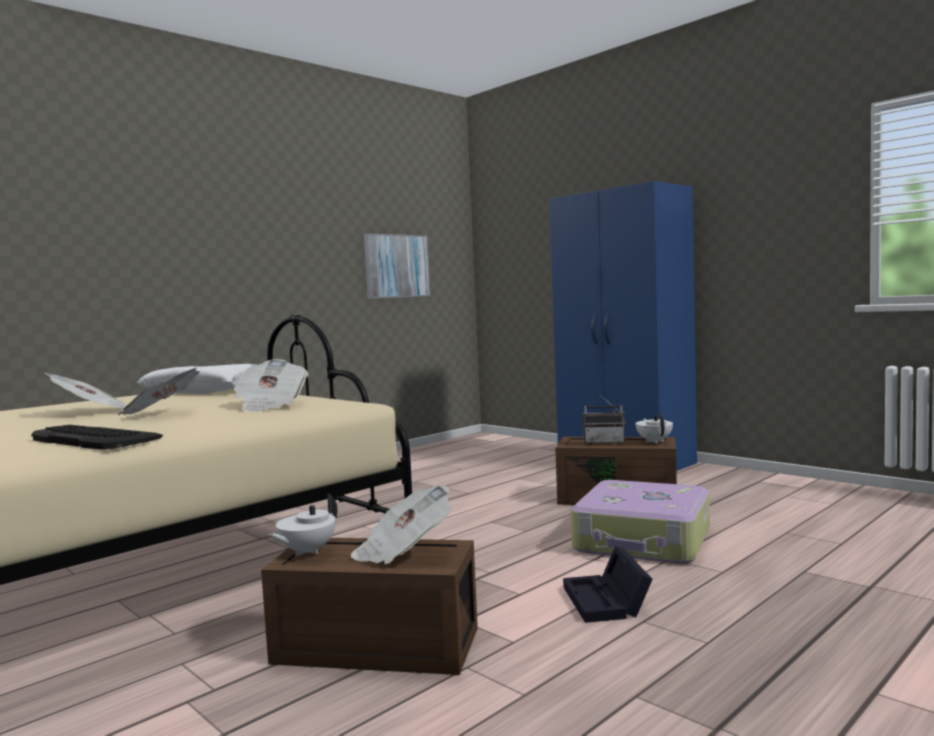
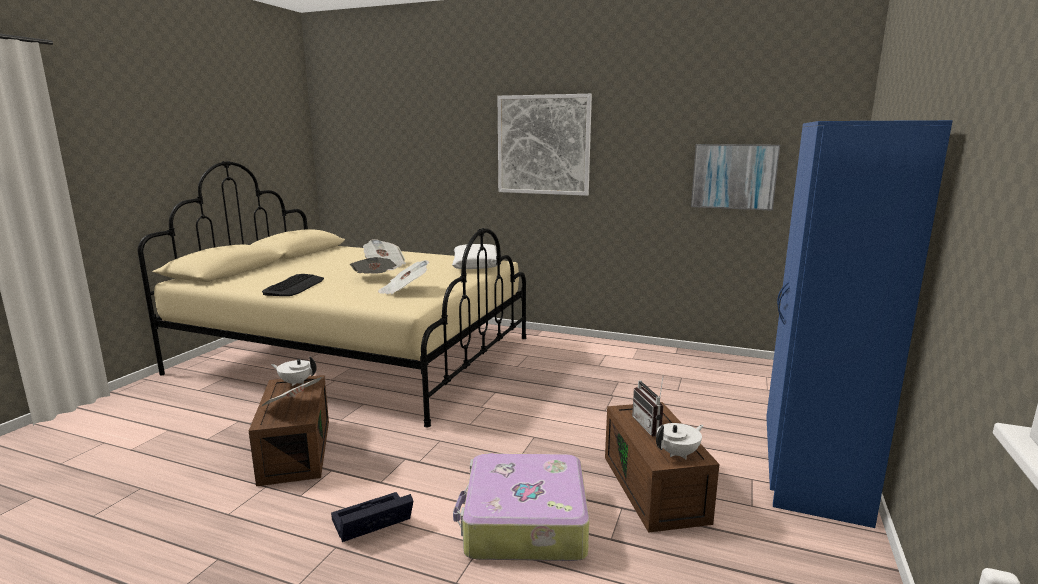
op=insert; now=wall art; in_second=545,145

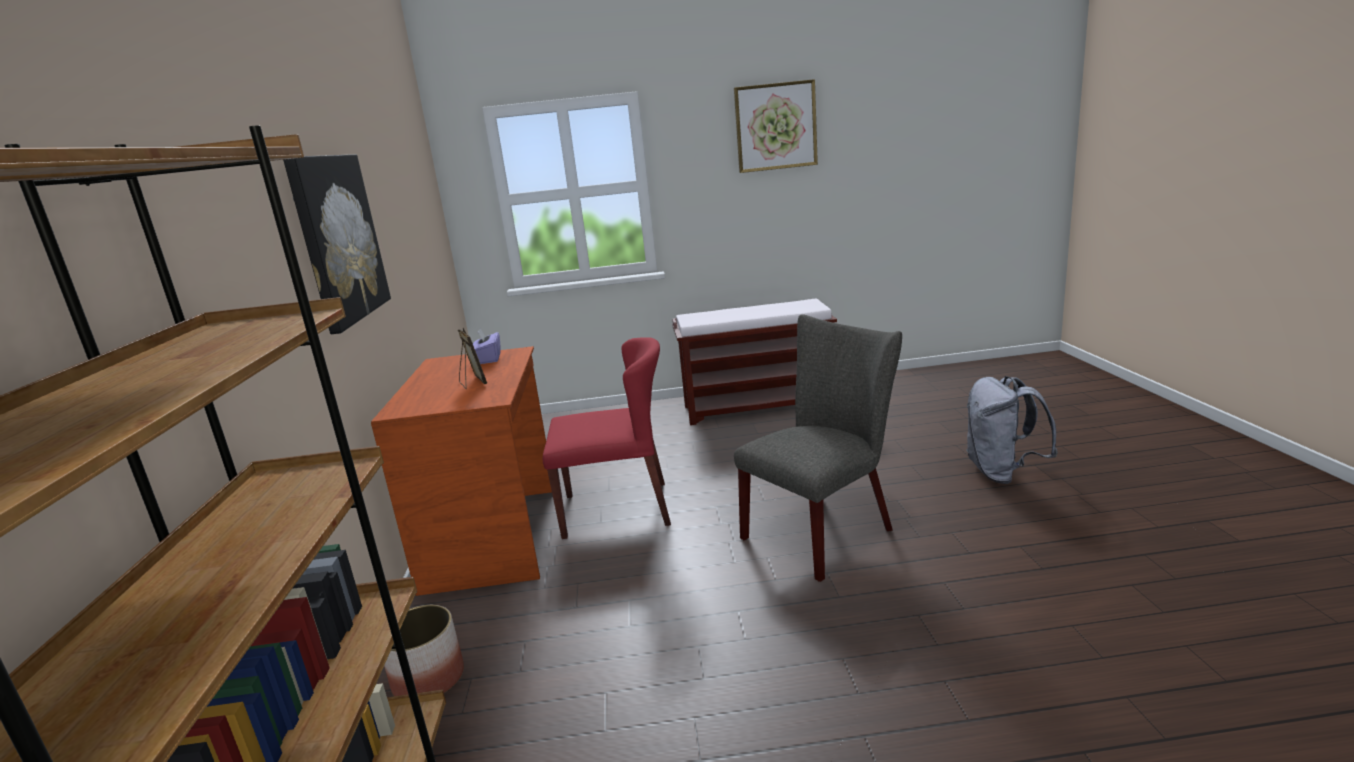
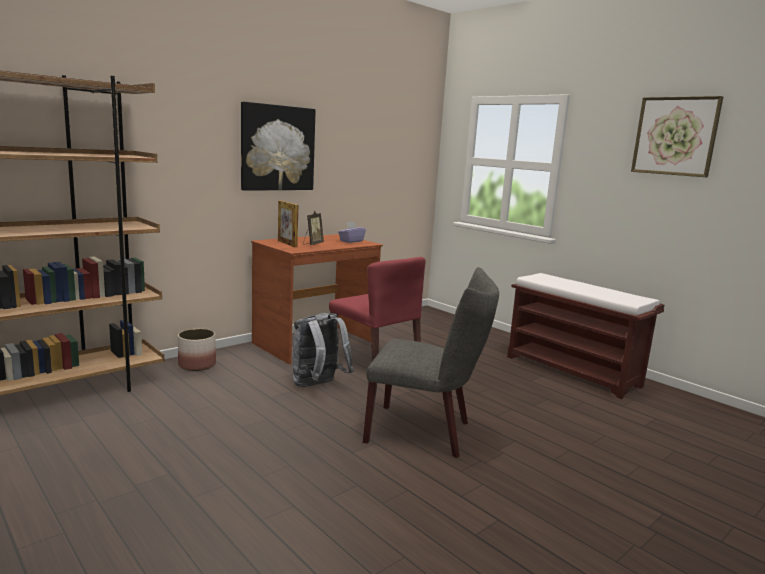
op=insert; now=photo frame; in_second=288,224
op=move; was=grey backpack; in_first=1012,430; in_second=323,350

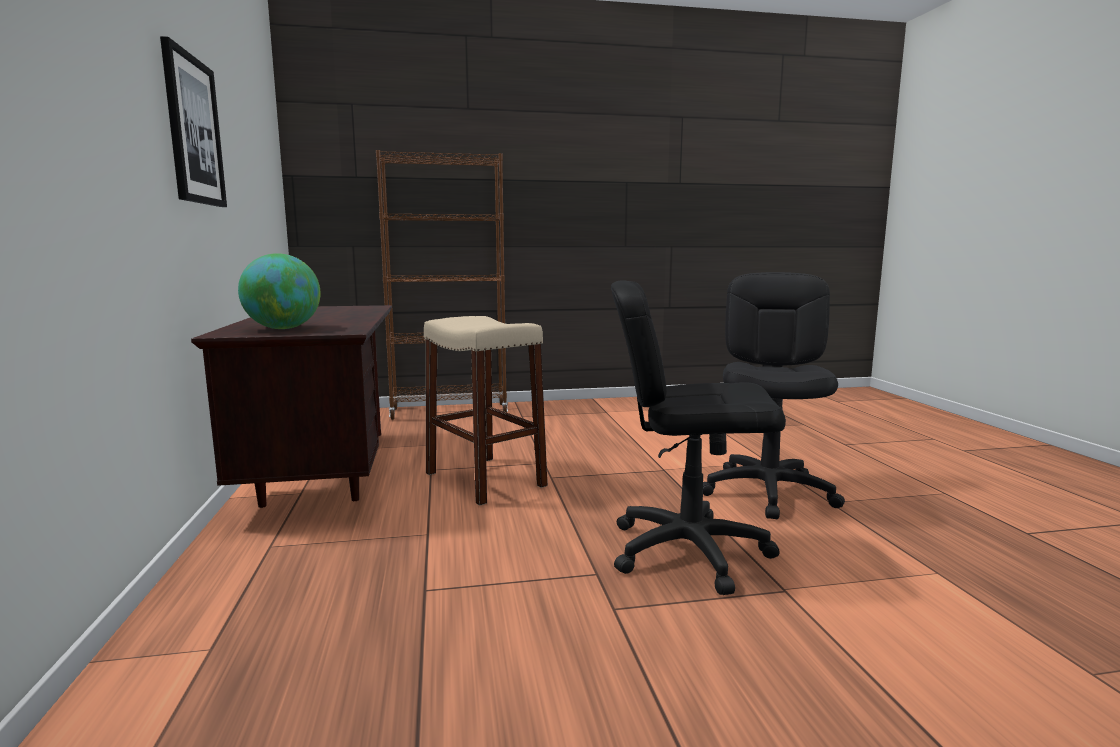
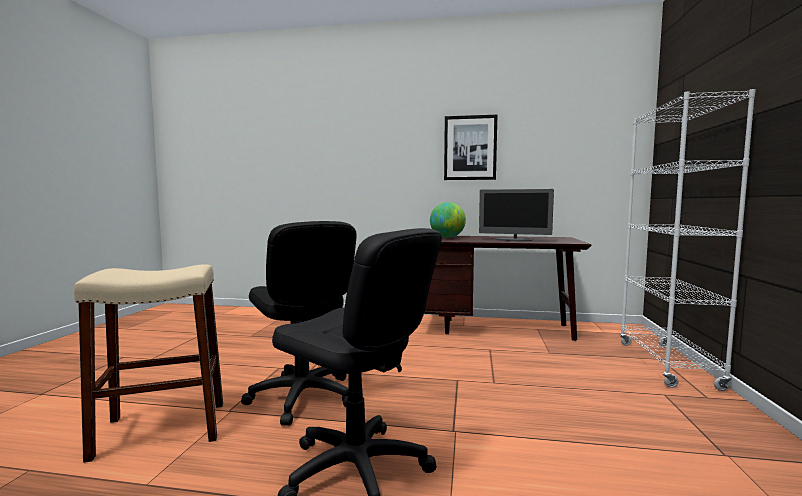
op=insert; now=monitor; in_second=516,215
op=move; was=sand-coloured sitting stool; in_first=486,410; in_second=148,363
op=recolor; was=brown-coloured bookshelf; now=white bookshelf; in_first=442,285; in_second=688,240
op=rotate; was=black computer chair; in_first=698,437; in_second=299,323; clockwise=120

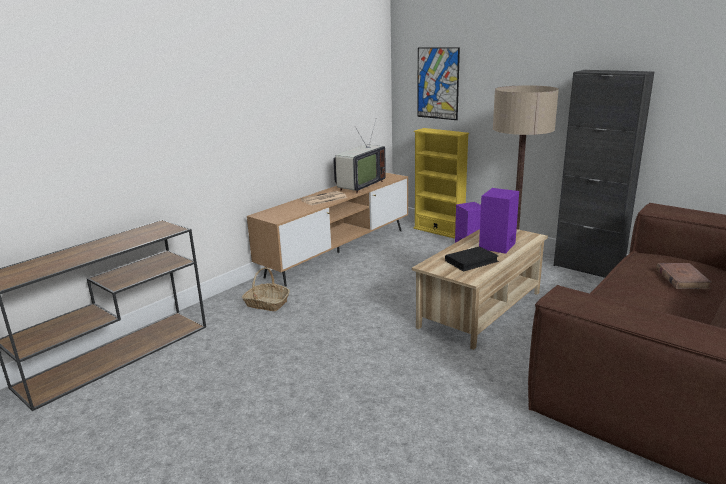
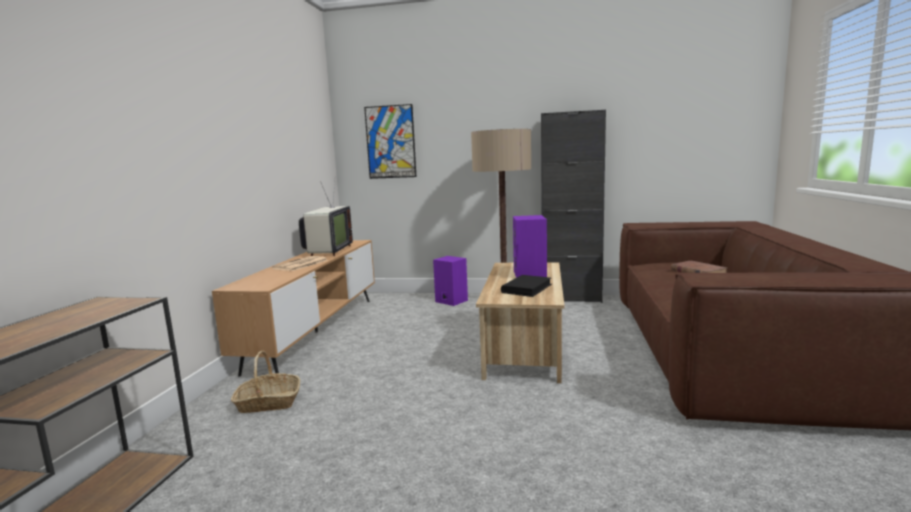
op=delete; was=yellow bookshelf; in_first=441,183

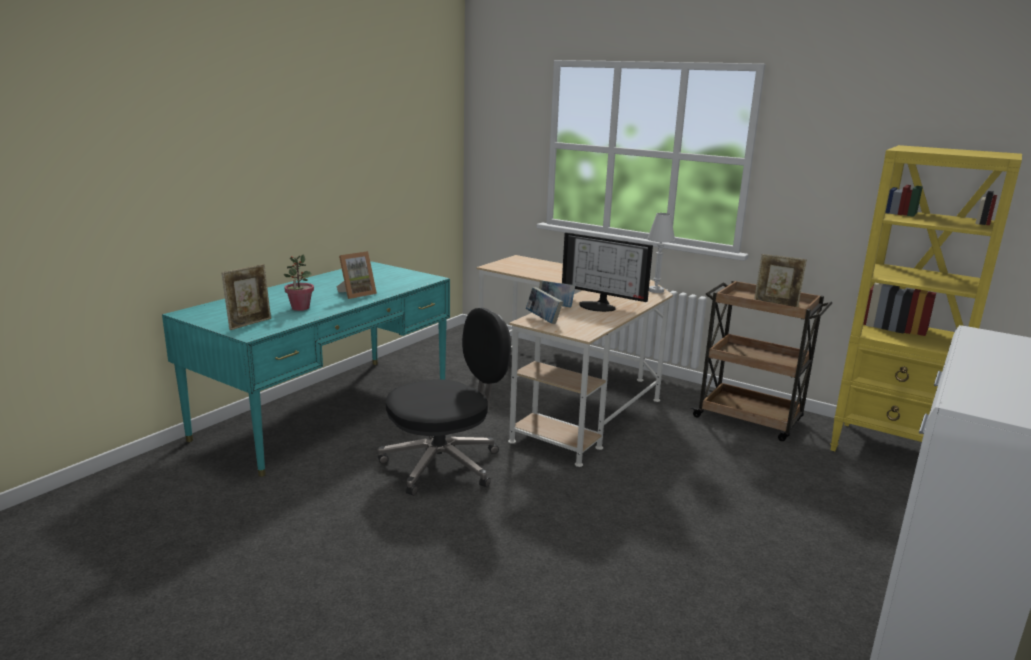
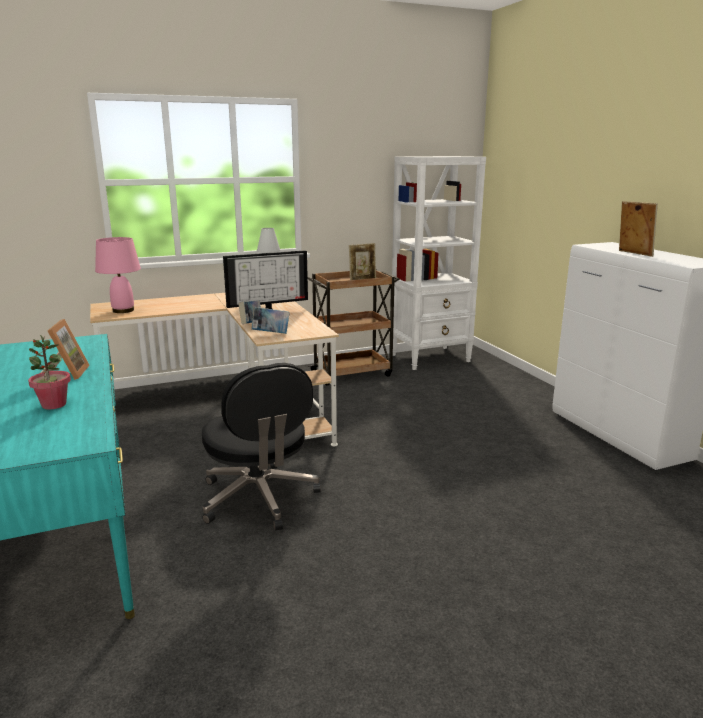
op=insert; now=pink-coloured table lamp; in_second=118,275
op=move; was=photo frame; in_first=246,297; in_second=638,229
op=recolor; was=yellow bookshelf; now=white bookshelf; in_first=926,298; in_second=439,263
op=rotate; was=black computer chair; in_first=444,402; in_second=261,447; clockwise=150

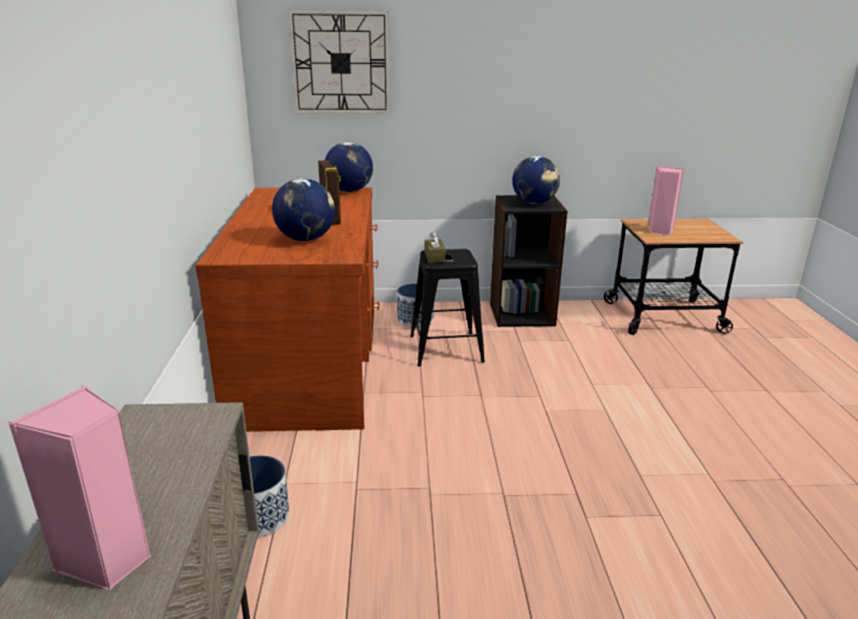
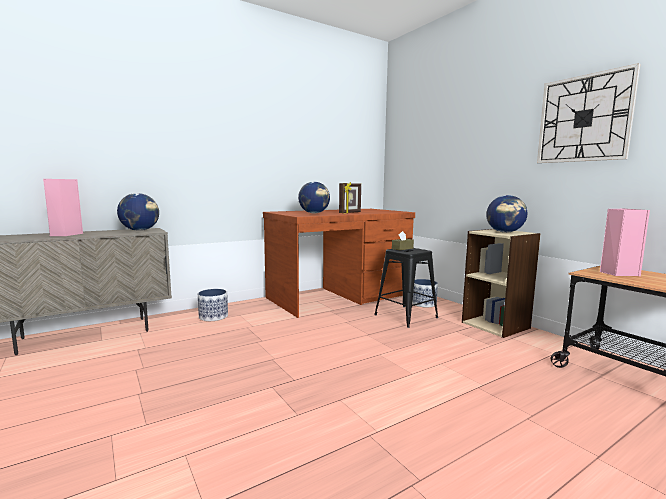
op=move; was=clock on the wall; in_first=339,62; in_second=588,113
op=move; was=world globe; in_first=349,167; in_second=138,212
op=recolor; was=black bookshelf; now=sand-coloured bookshelf; in_first=528,261; in_second=501,283

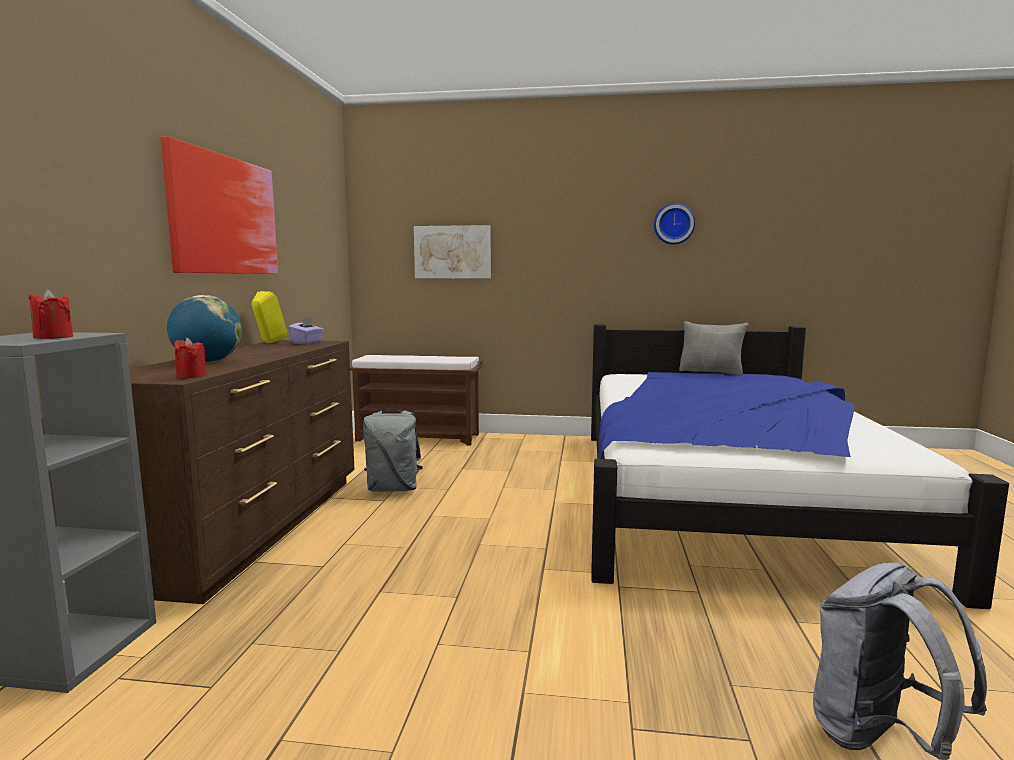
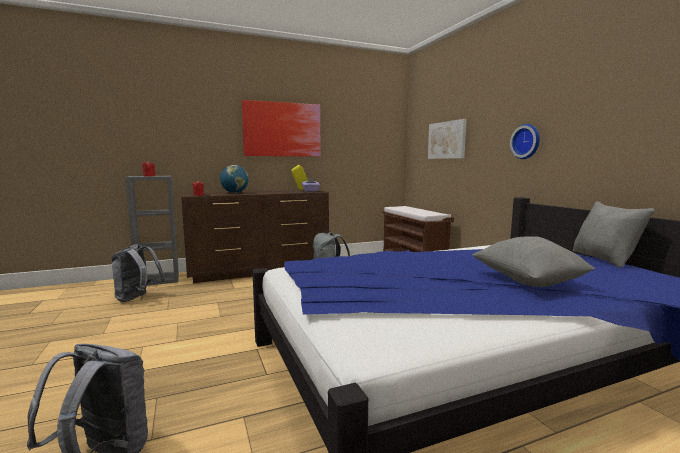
op=insert; now=grey backpack; in_second=138,273
op=insert; now=grey cushion; in_second=533,261
op=move; was=clock on the wall; in_first=674,224; in_second=525,141

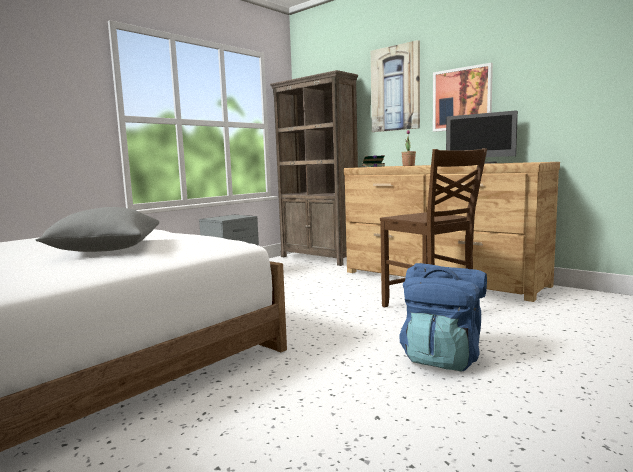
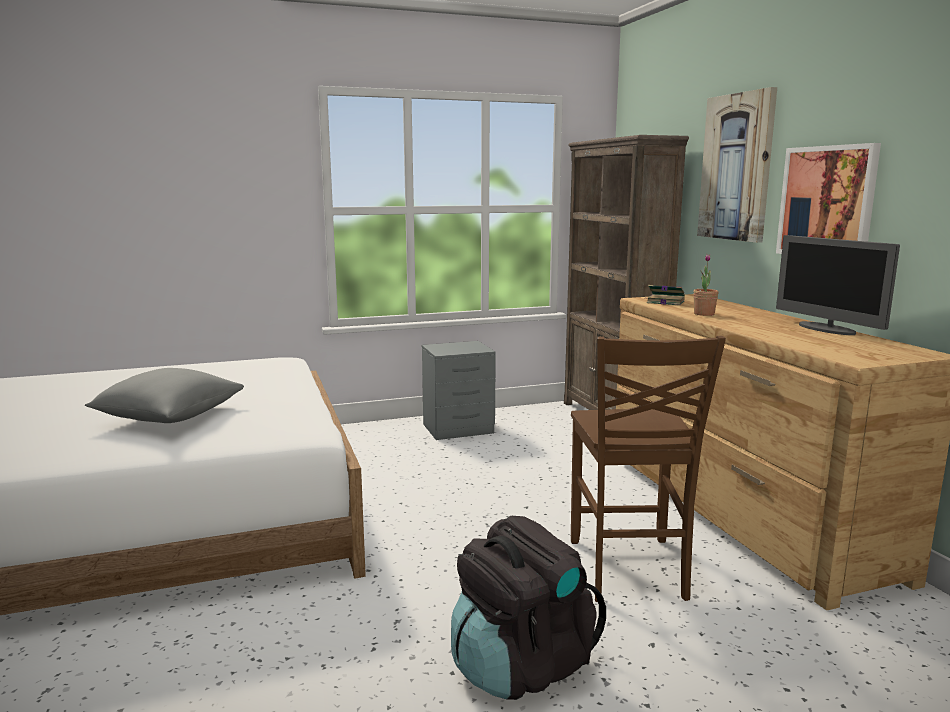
op=recolor; was=bluish backpack; now=black backpack; in_first=443,317; in_second=528,608

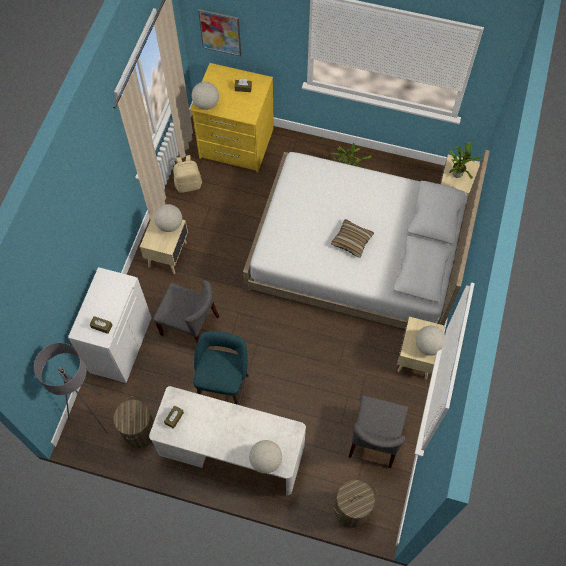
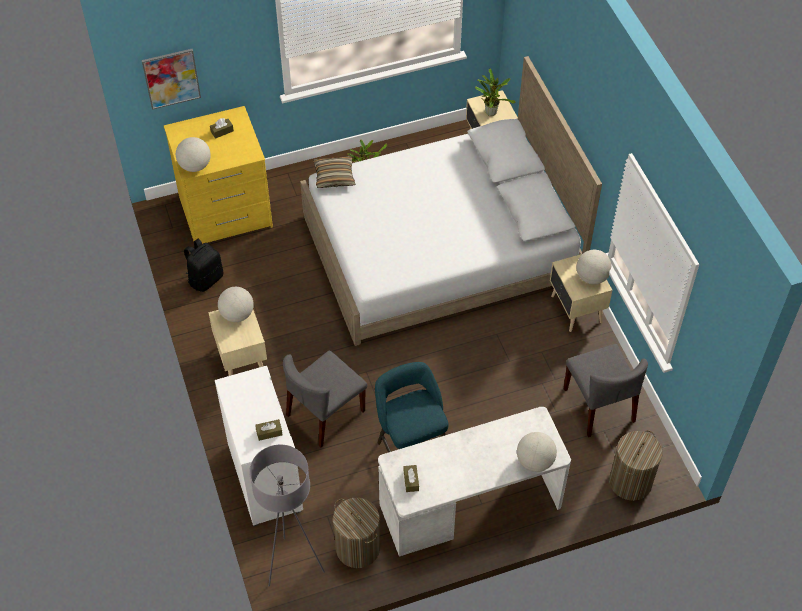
op=move; was=cushion; in_first=352,238; in_second=334,172
op=recolor; was=sand-coloured backpack; now=black backpack; in_first=187,174; in_second=203,265
op=rotate; was=grey upright chair; in_first=186,311; in_second=325,399; clockwise=150

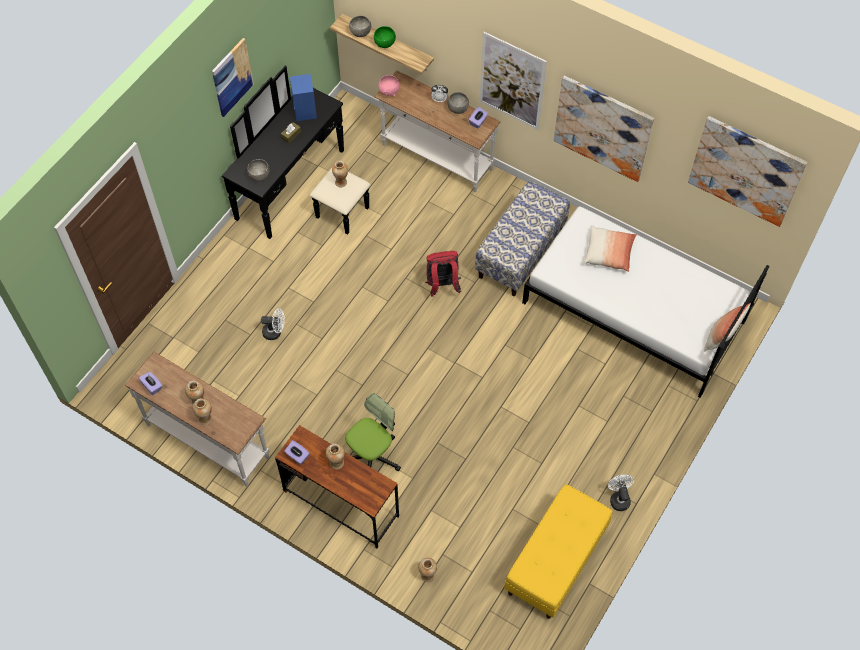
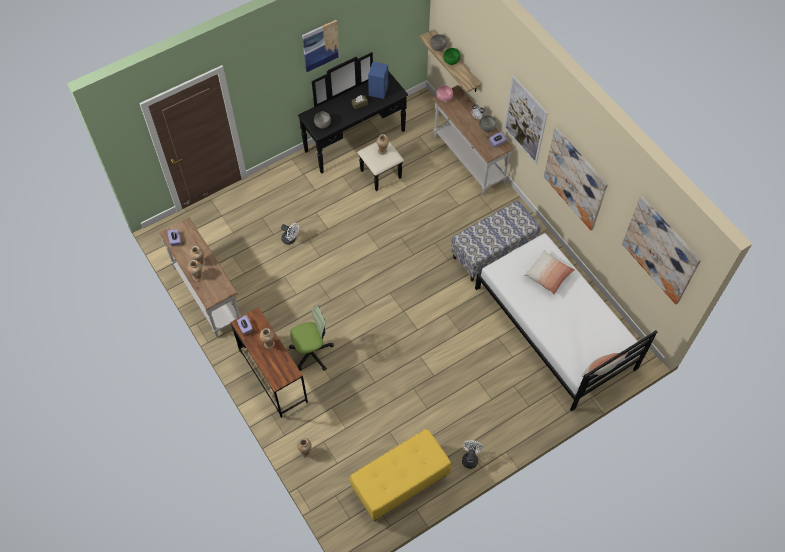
op=delete; was=red-coloured backpack; in_first=443,274

